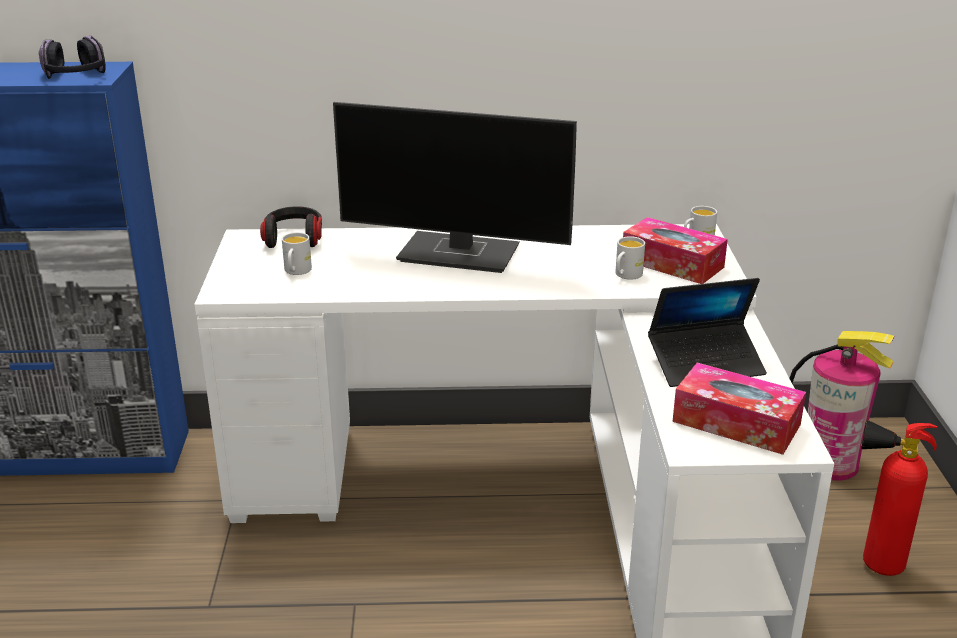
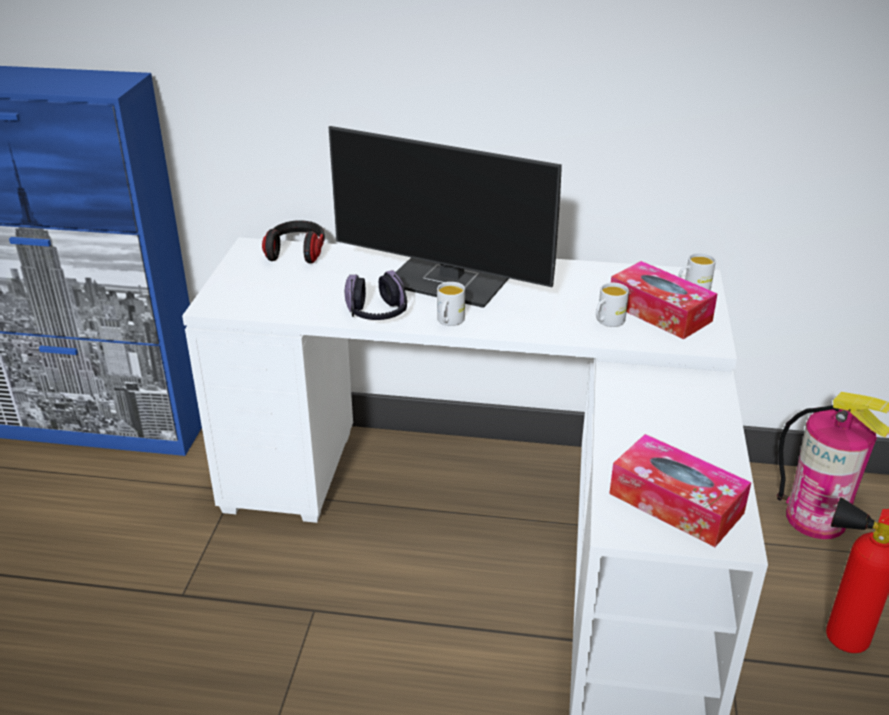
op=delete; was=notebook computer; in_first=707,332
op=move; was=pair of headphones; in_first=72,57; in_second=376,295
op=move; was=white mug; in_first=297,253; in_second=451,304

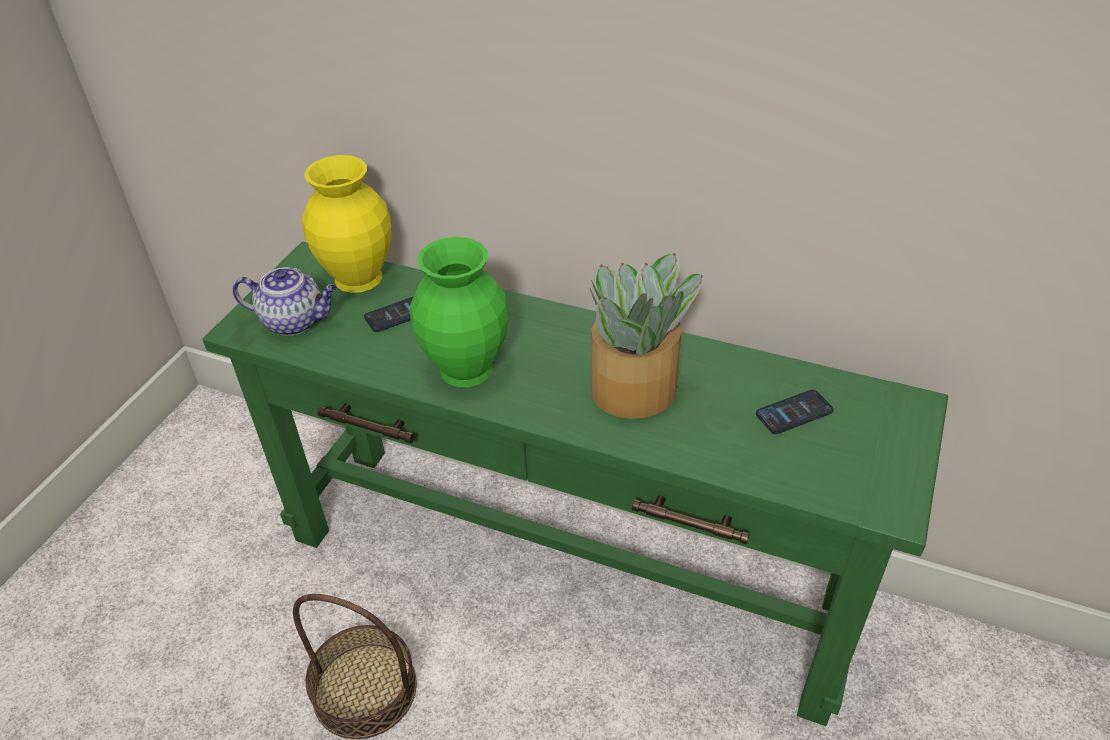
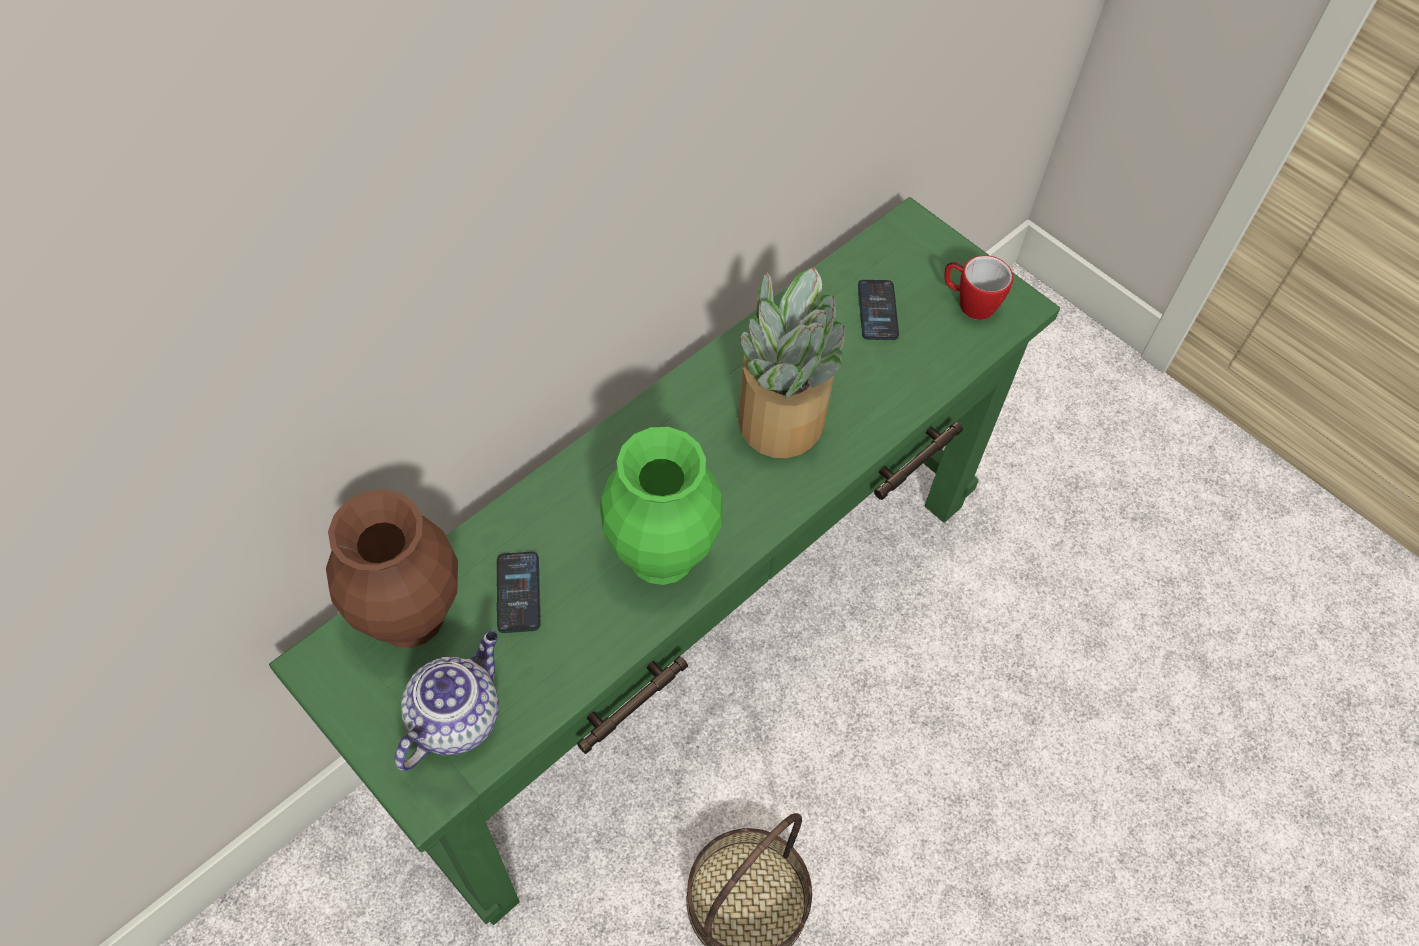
op=insert; now=mug; in_second=979,287
op=recolor; was=yellow flower vase; now=brown-coloured flower vase; in_first=346,224; in_second=392,568

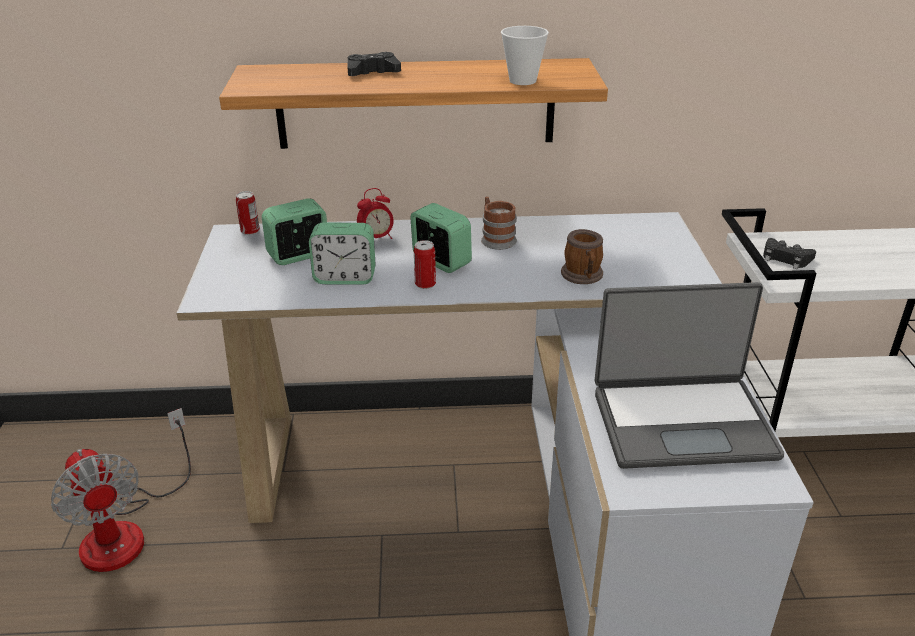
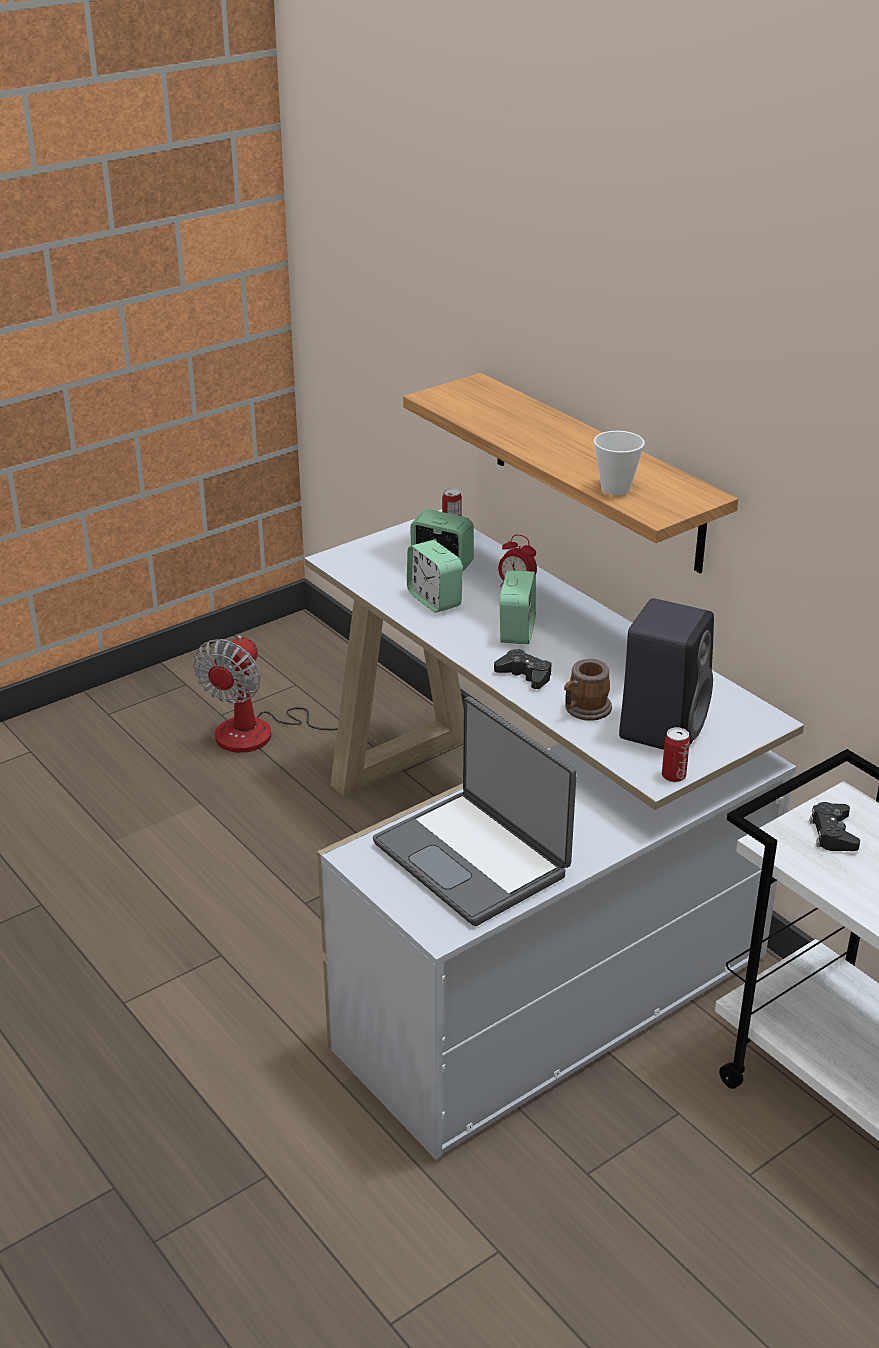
op=delete; was=mug; in_first=499,223
op=insert; now=black speaker; in_second=666,674
op=move; was=black gamepad; in_first=374,64; in_second=522,669
op=move; was=sealed can; in_first=425,264; in_second=676,754

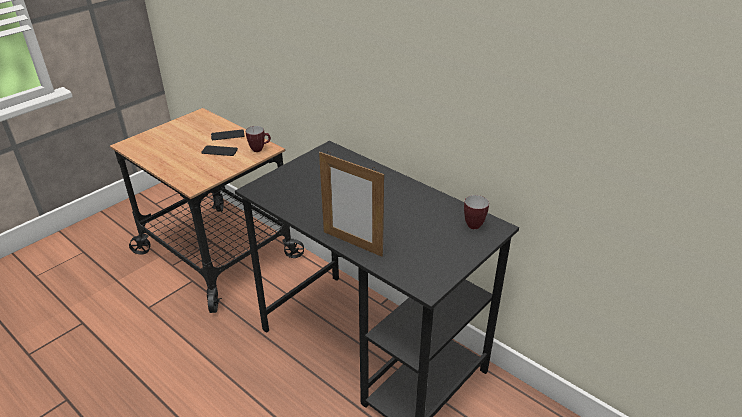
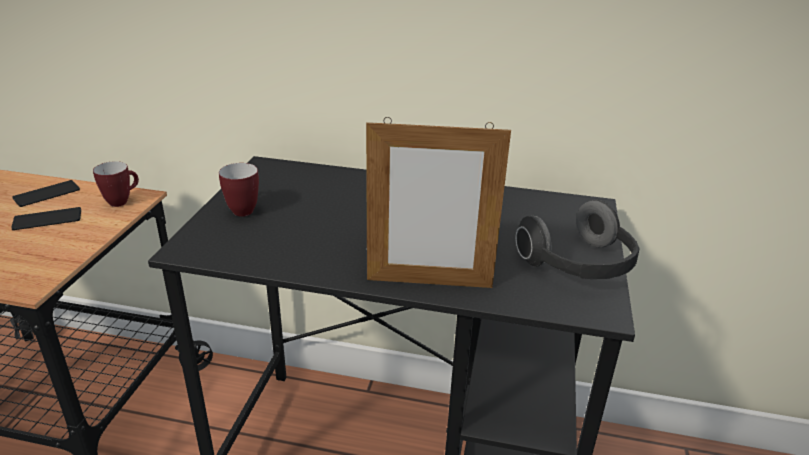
op=insert; now=pair of headphones; in_second=577,239
op=move; was=mug; in_first=476,212; in_second=239,190

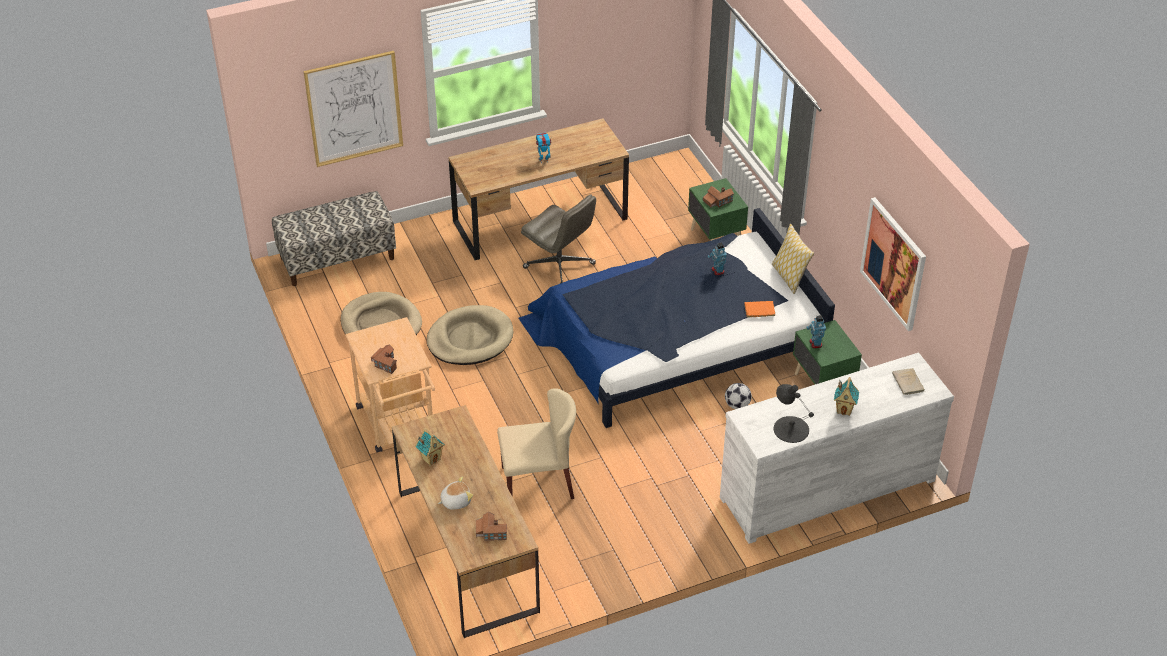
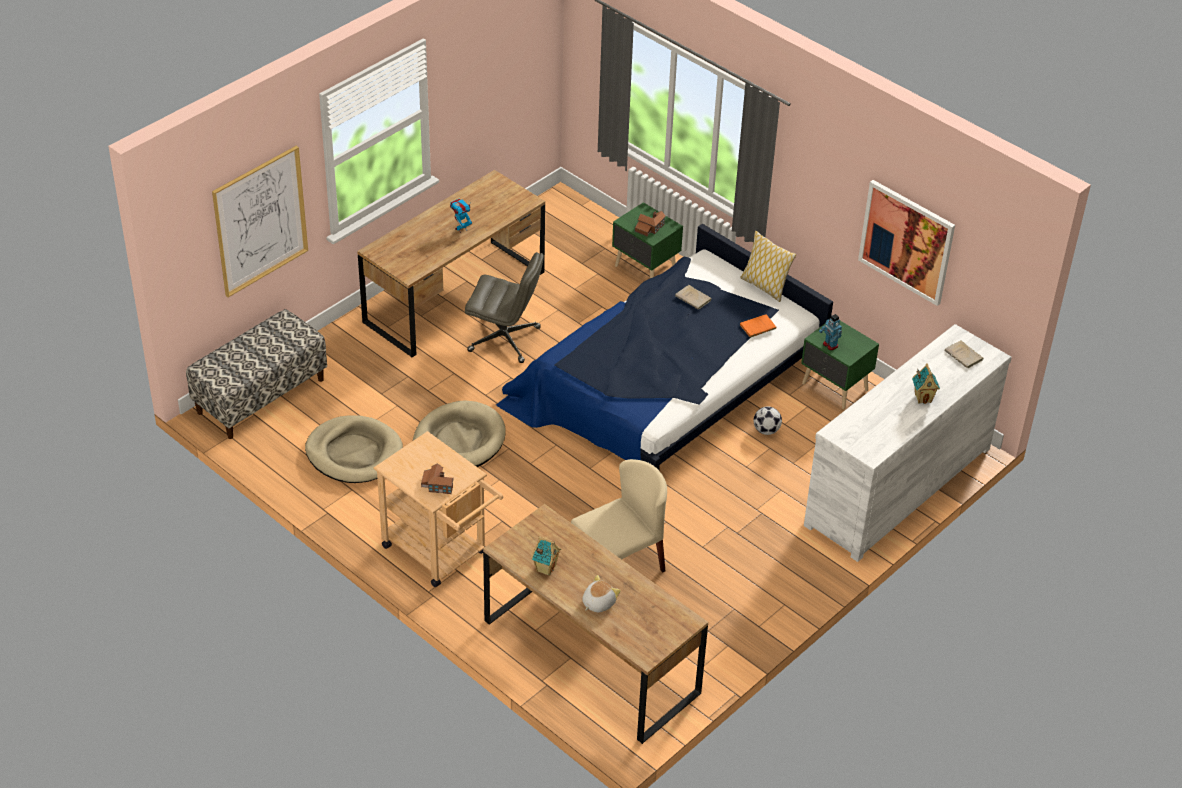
op=delete; was=miniature house; in_first=491,526
op=delete; was=black table lamp; in_first=794,413
op=replace; was=robot figure; now=sand-coloured book; in_first=717,258; in_second=693,297

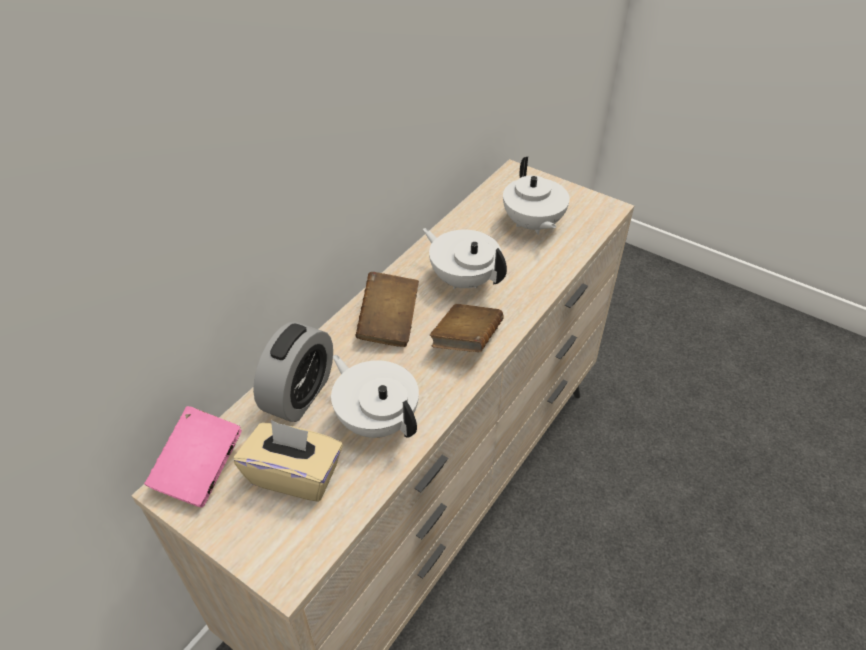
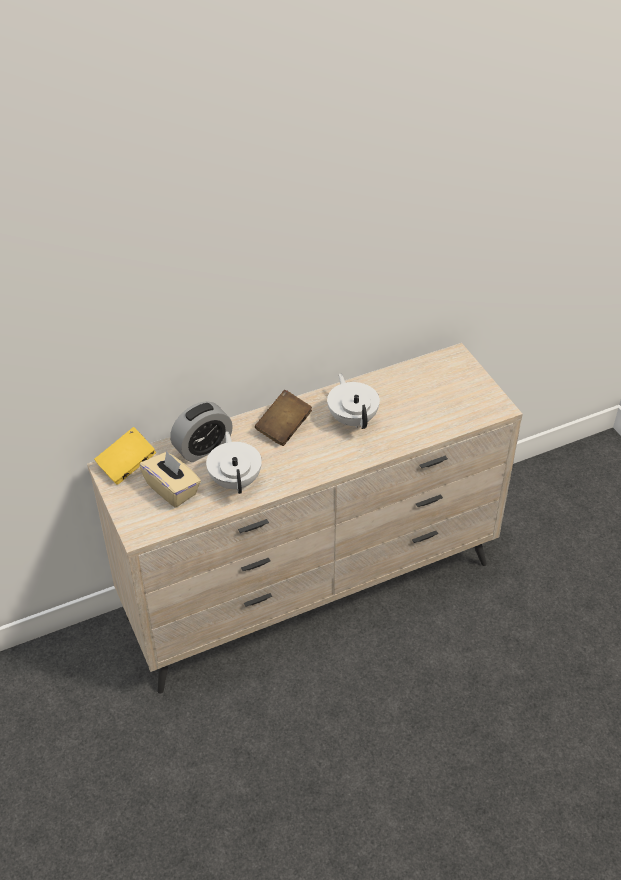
op=delete; was=brown-coloured book; in_first=467,328
op=delete; was=white pot for tea; in_first=536,196
op=recolor; was=pink-coloured book; now=yellow book; in_first=193,457; in_second=125,456

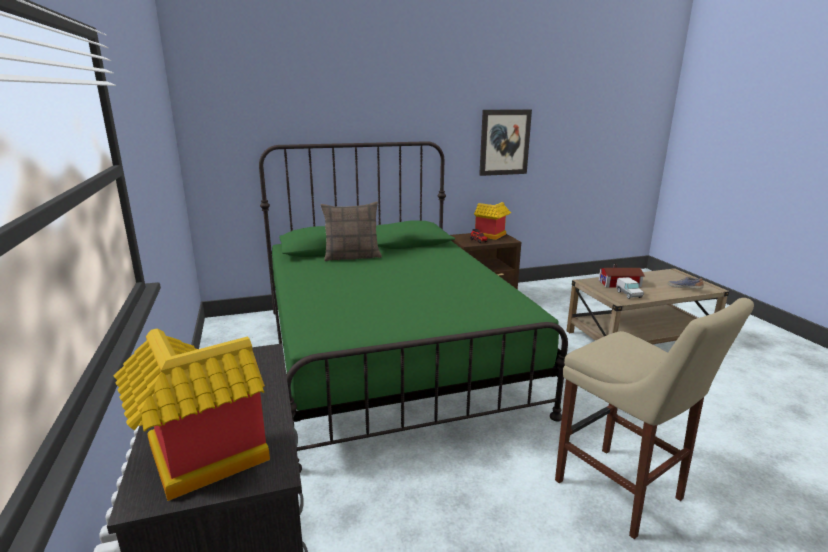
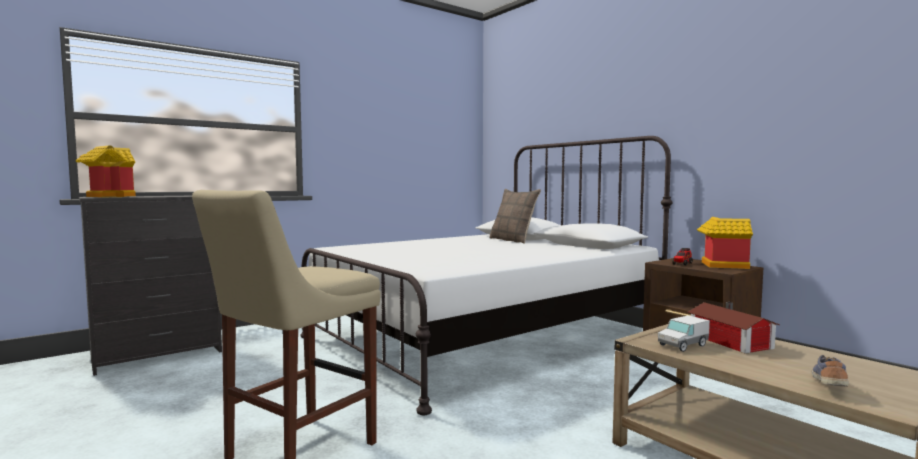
op=delete; was=wall art; in_first=505,142
op=recolor; was=green bedroom bed; now=white bedroom bed; in_first=413,306; in_second=486,275

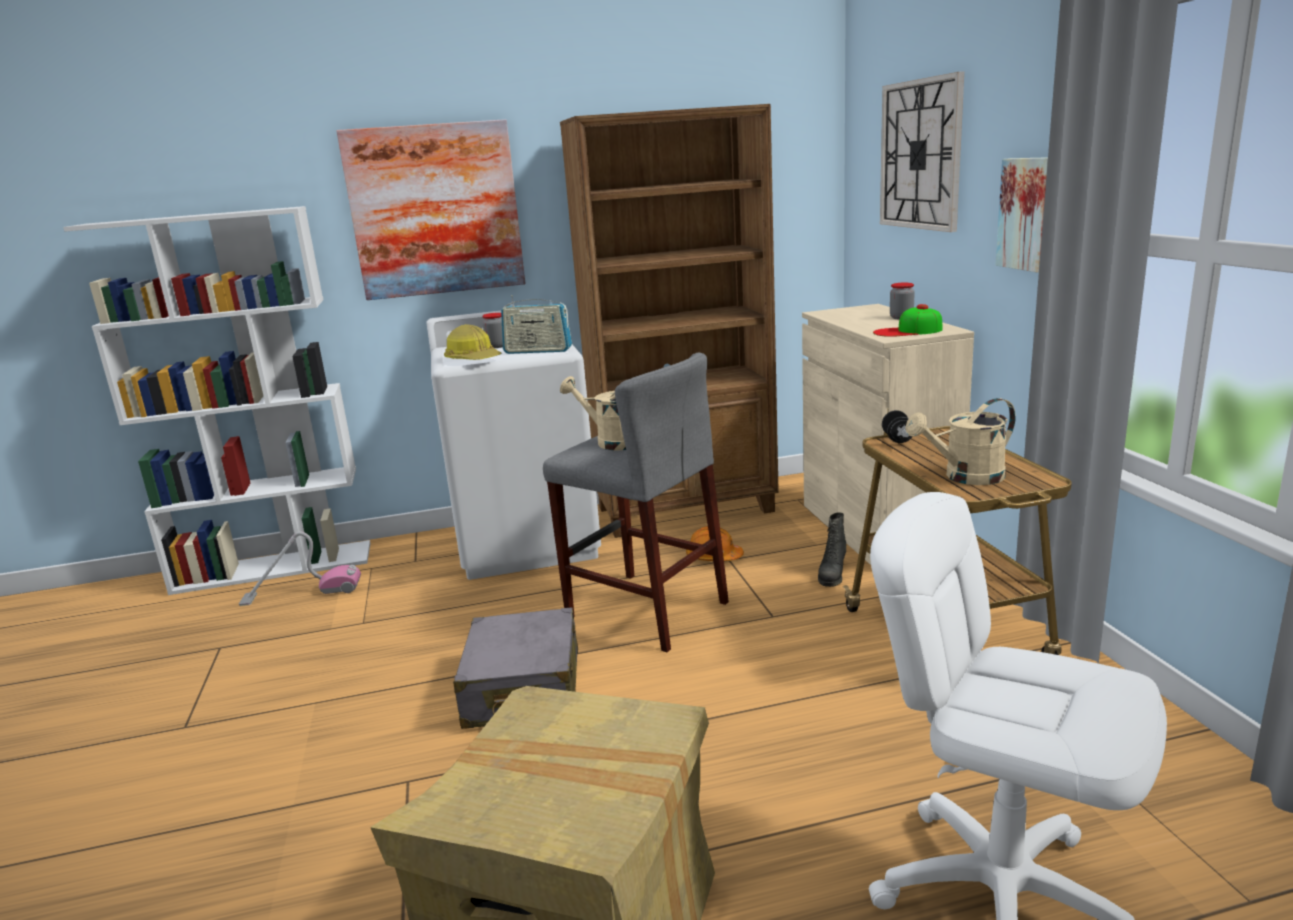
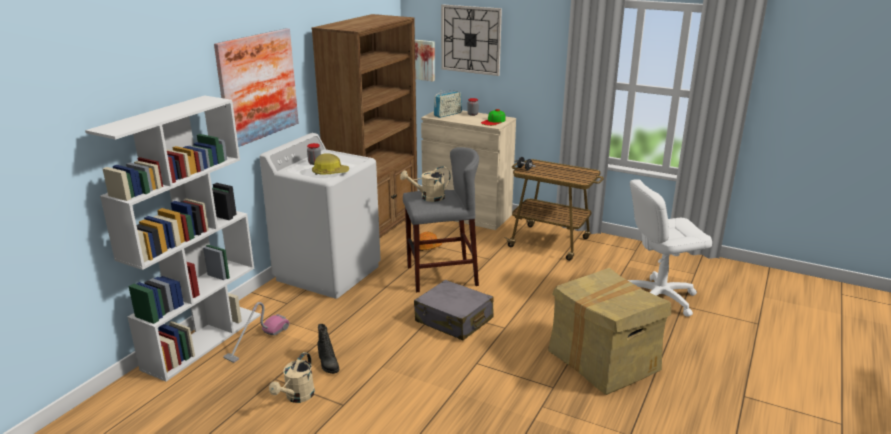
op=move; was=radio; in_first=536,324; in_second=448,104
op=move; was=black tall boot; in_first=832,549; in_second=328,349
op=move; was=sand-coloured sprinkling can; in_first=960,441; in_second=292,377
op=move; was=wall art; in_first=1022,215; in_second=425,61

